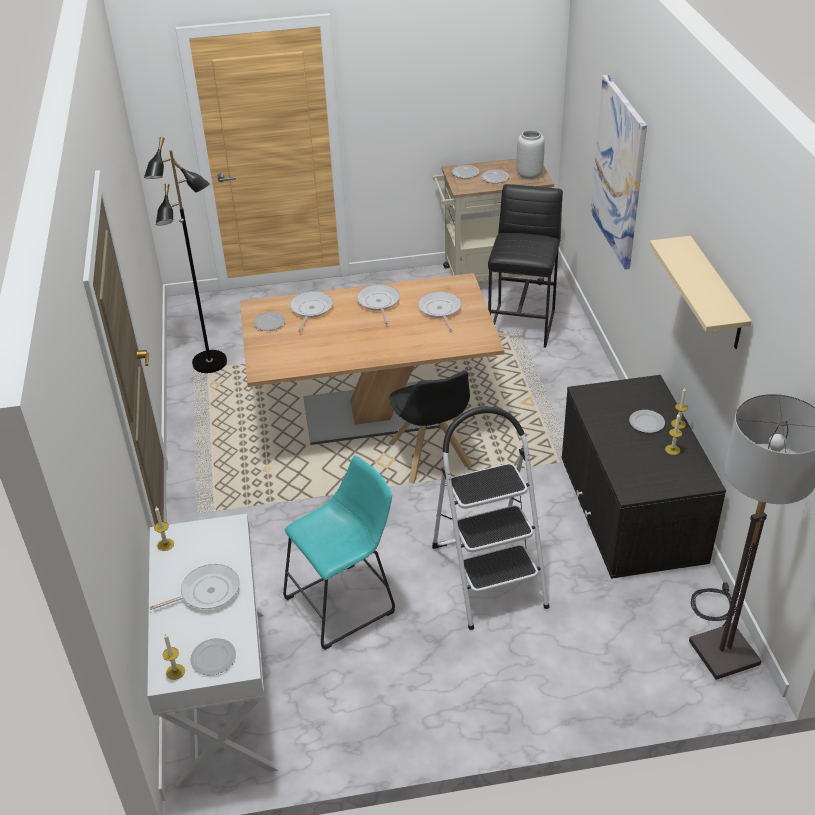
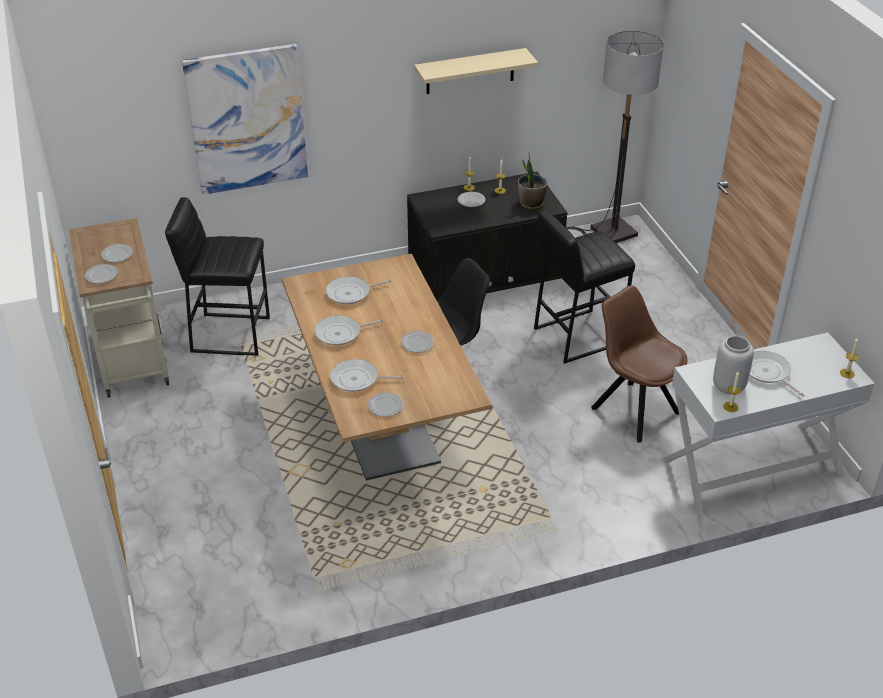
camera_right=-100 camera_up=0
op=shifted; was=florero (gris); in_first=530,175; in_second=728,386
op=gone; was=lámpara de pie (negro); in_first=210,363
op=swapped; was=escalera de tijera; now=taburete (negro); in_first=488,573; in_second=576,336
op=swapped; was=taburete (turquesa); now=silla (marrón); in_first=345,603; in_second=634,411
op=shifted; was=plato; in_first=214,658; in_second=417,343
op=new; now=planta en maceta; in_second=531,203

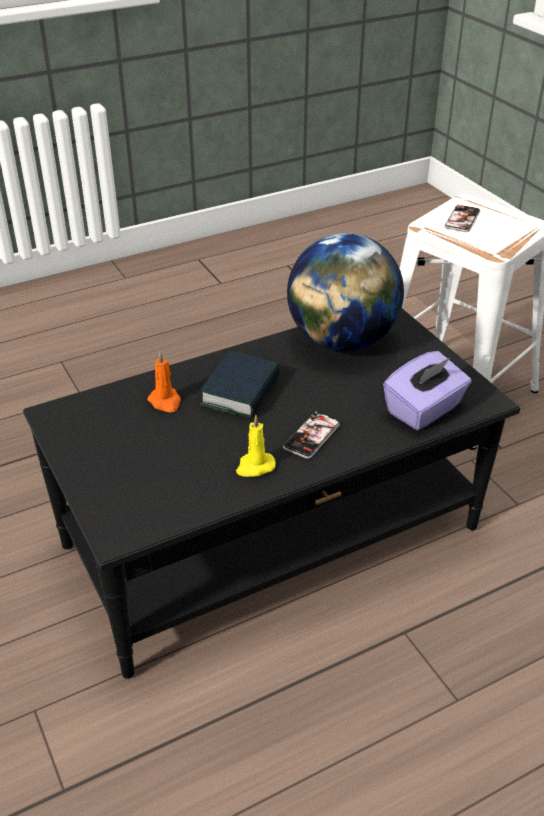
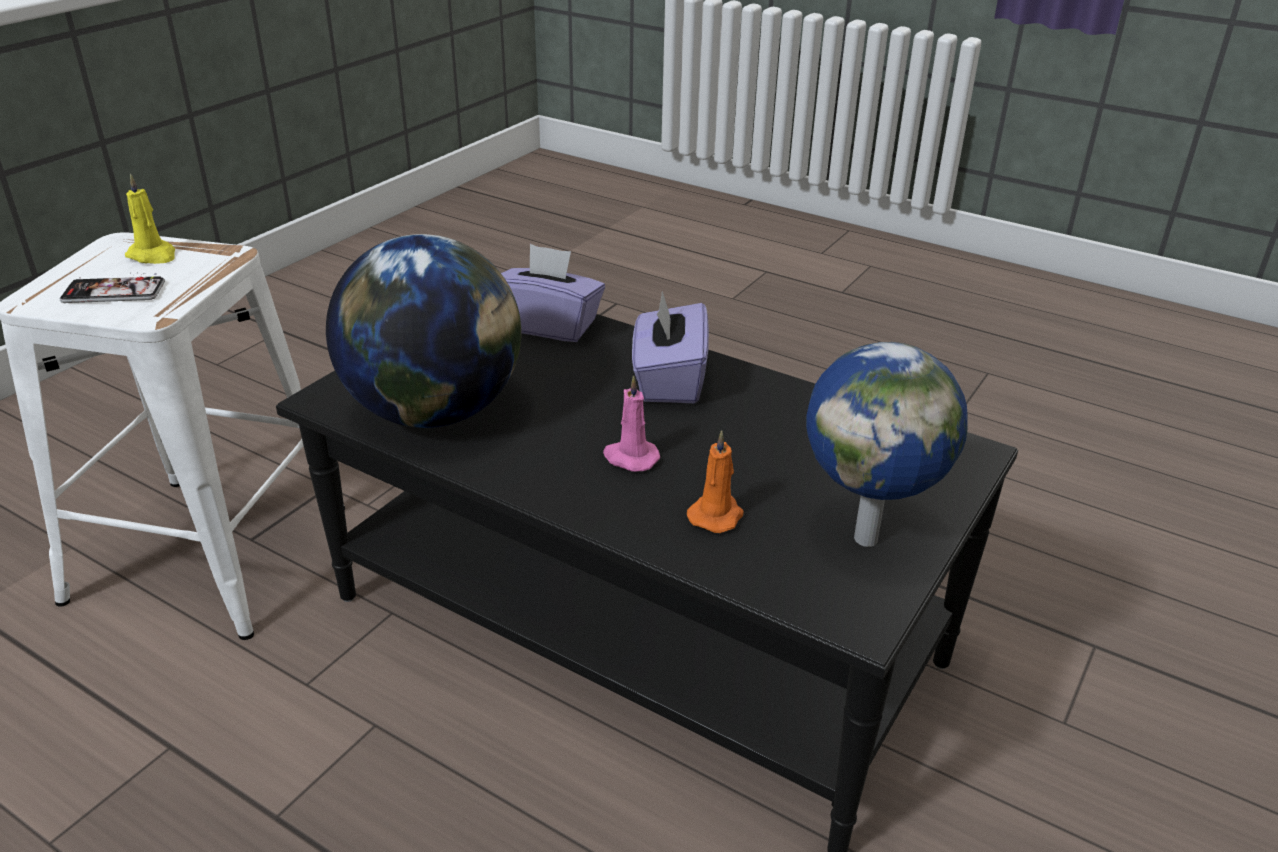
camera_right=-120 camera_up=-5
op=swapped; was=libro; now=vela (rosa); in_first=241,391; in_second=630,458
op=swapped; was=móvil; now=caja de pañuelos (morado); in_first=311,436; in_second=668,380
op=shifted; was=vela (amarillo); in_first=255,466; in_second=153,256
op=new; now=globo terráqueo; in_second=867,537

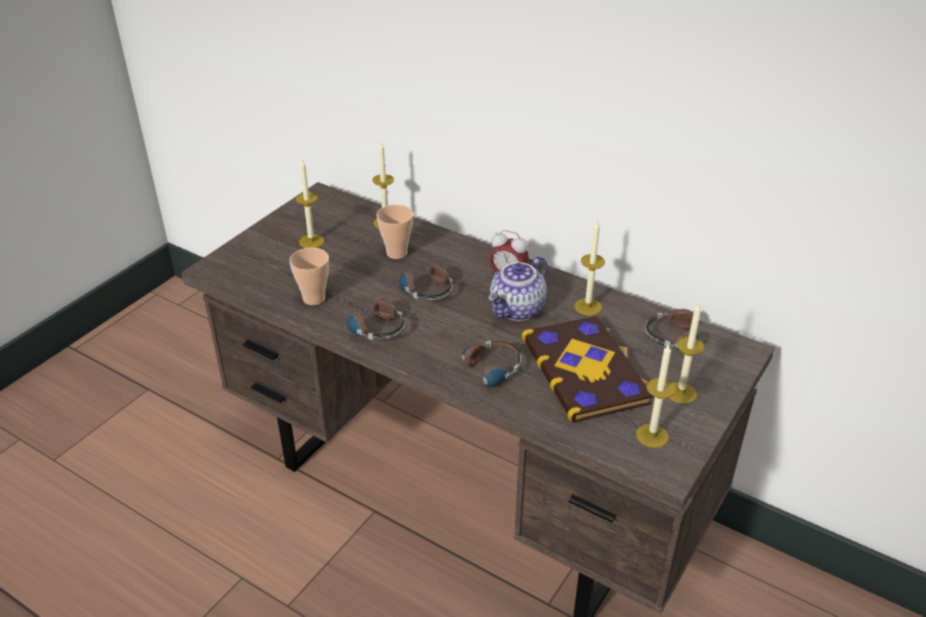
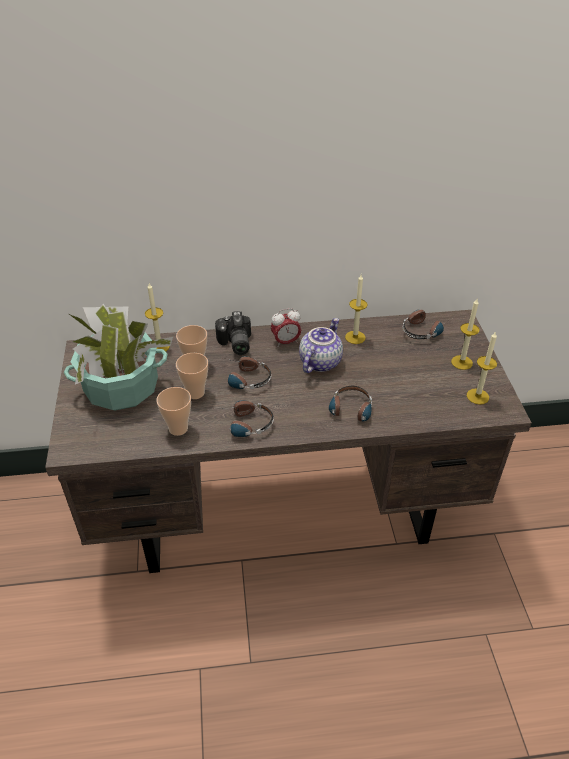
camera_right=-40 camera_up=5
op=swapped; was=vela; now=planta en maceta; in_first=311,241; in_second=122,388
op=rotated; was=tetera; in_first=518,310; in_second=319,362; clockwise=-150
op=gone; was=libro; in_first=586,370
op=new; now=cámara; in_second=234,344
op=new; now=taza; in_second=195,393

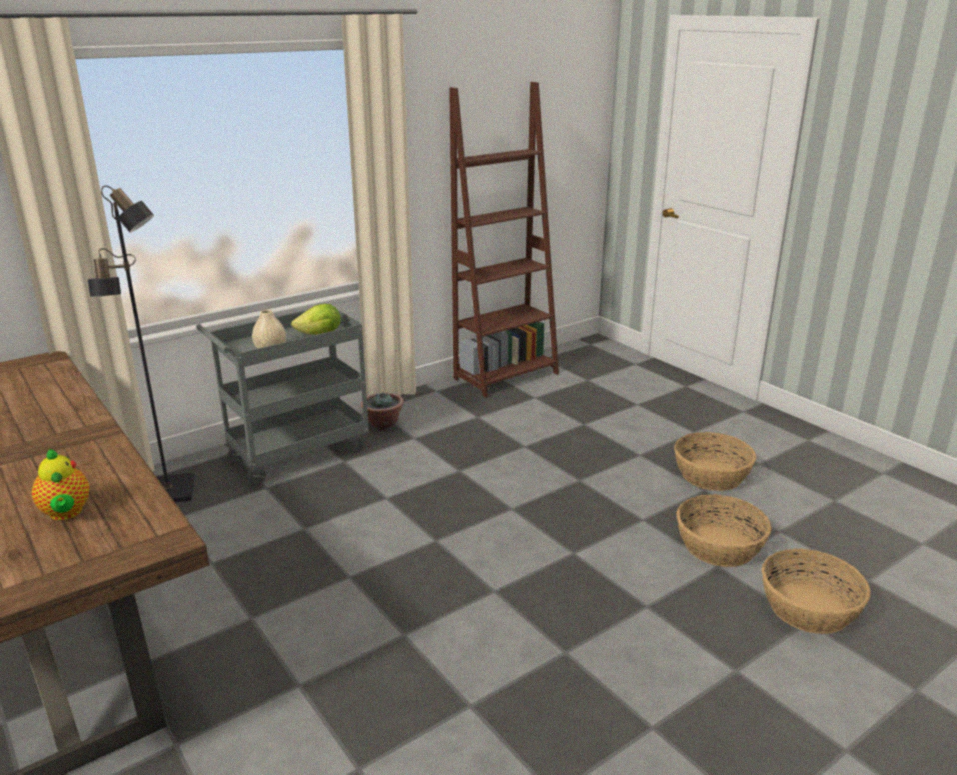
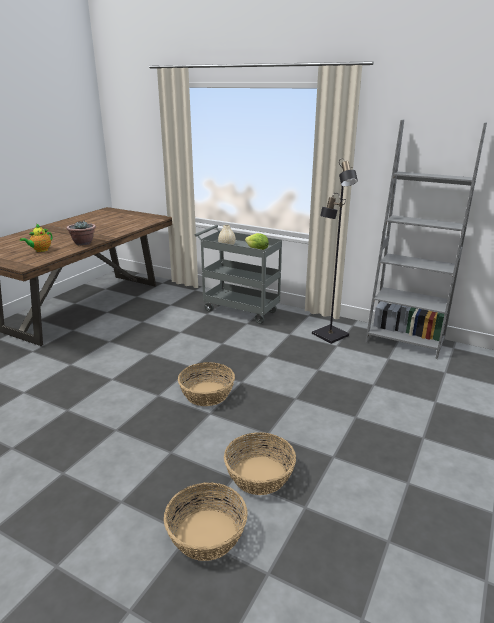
camera_right=65 camera_up=0
op=repainted; was=estantería (marrón); now=estantería (gris); in_first=506,376; in_second=404,341
op=shifted; was=lámpara de pie (negro); in_first=168,491; in_second=330,334
op=shifted; was=planta en maceta; in_first=383,425; in_second=83,243
op=shifted; was=cesta; in_first=712,475; in_second=207,394

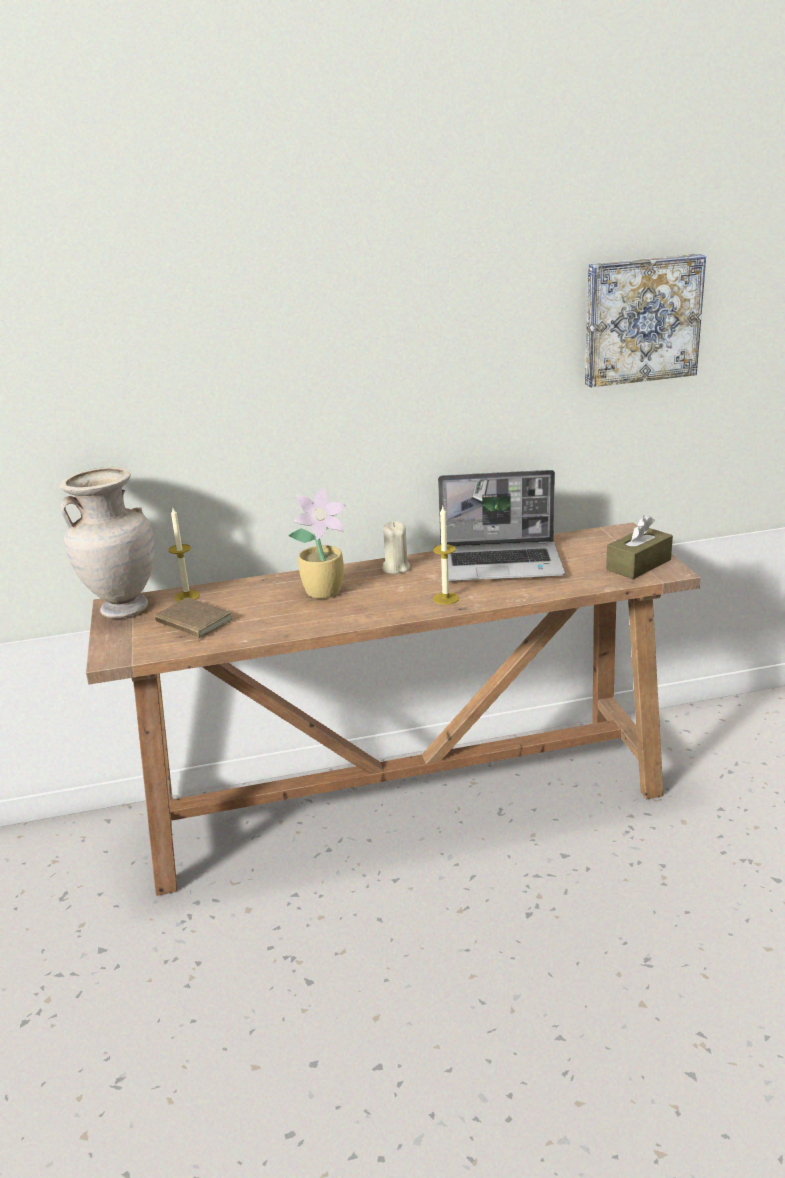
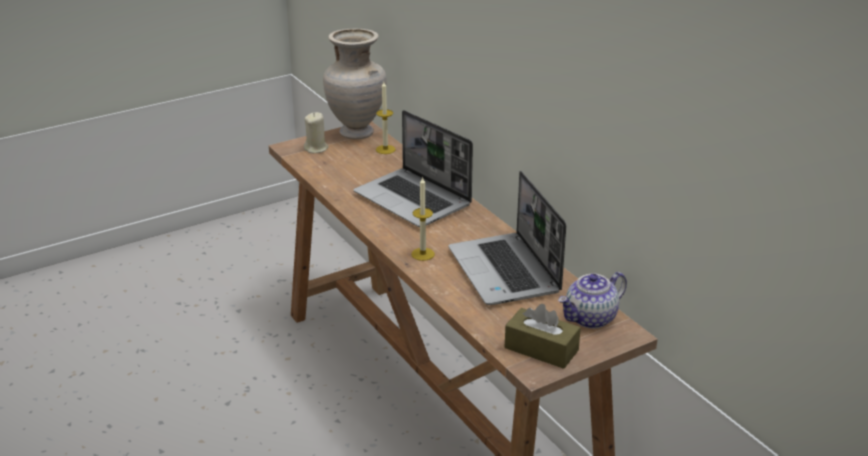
camera_right=70 camera_up=5
op=gone; was=cuadro; in_first=641,319
op=swapped; was=planta en maceta; now=portátil; in_first=325,592; in_second=414,200
op=shifted; was=vela (beis); in_first=395,568; in_second=316,148
op=gone; was=libro (marrón); in_first=191,623
op=new; now=tetera; in_second=590,318

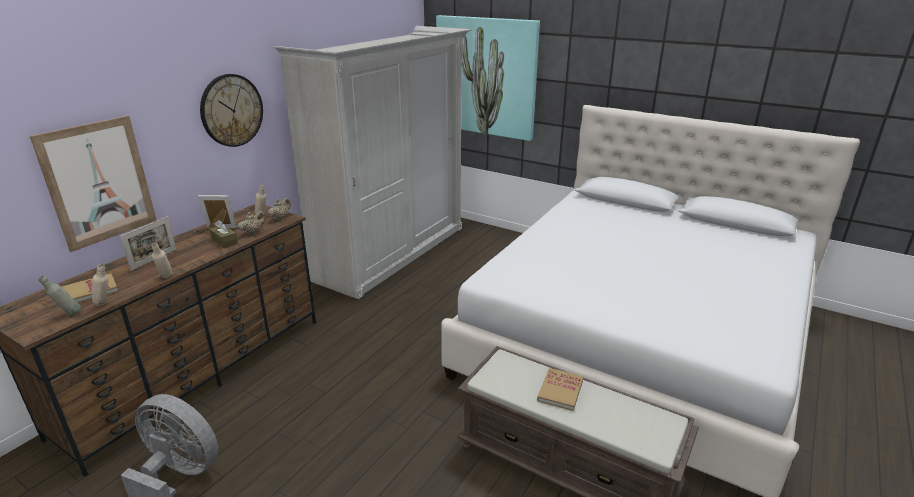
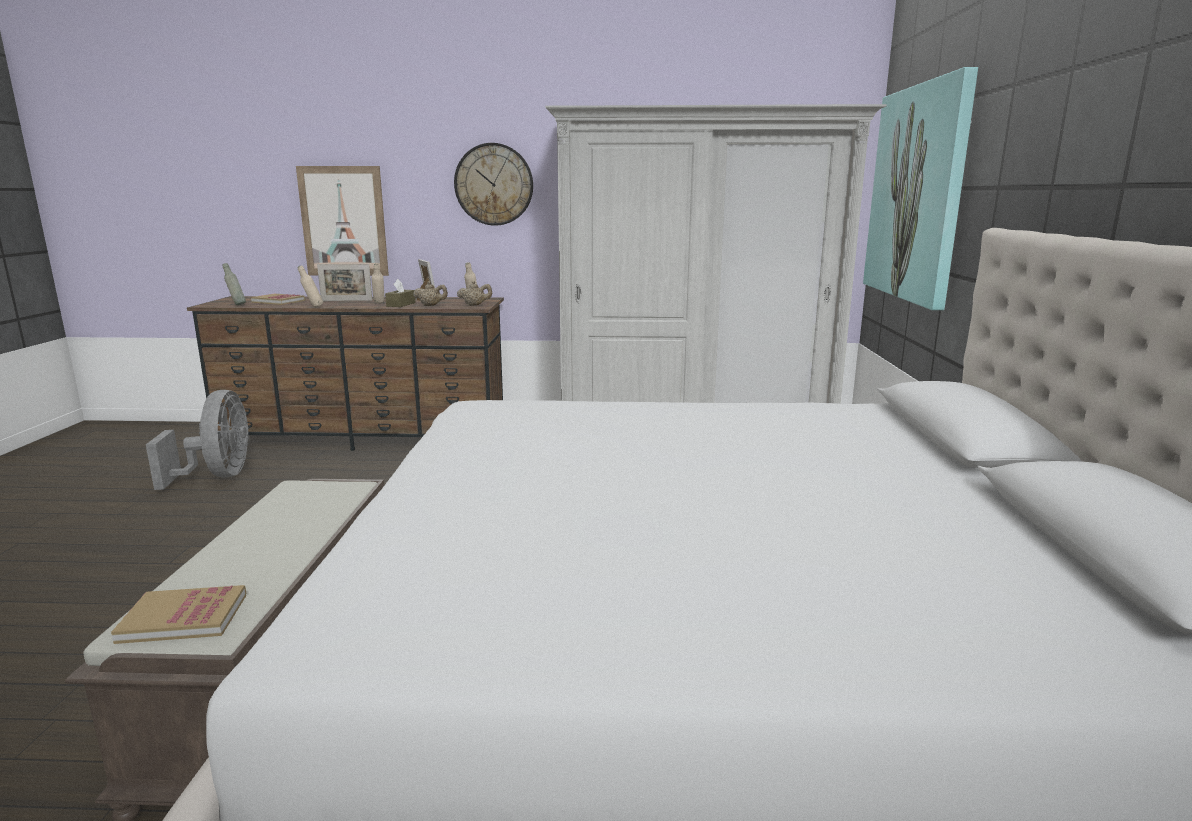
camera_right=60 camera_up=-10
op=shifted; was=botella (beis); in_first=105,304; in_second=379,303
op=shifted; was=libro; in_first=560,390; in_second=184,618

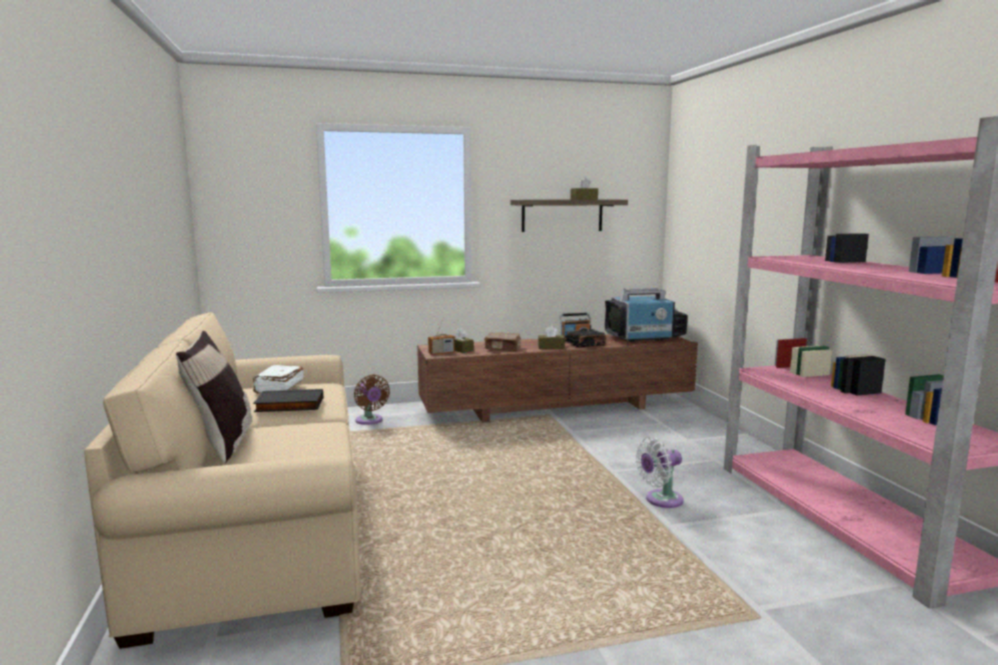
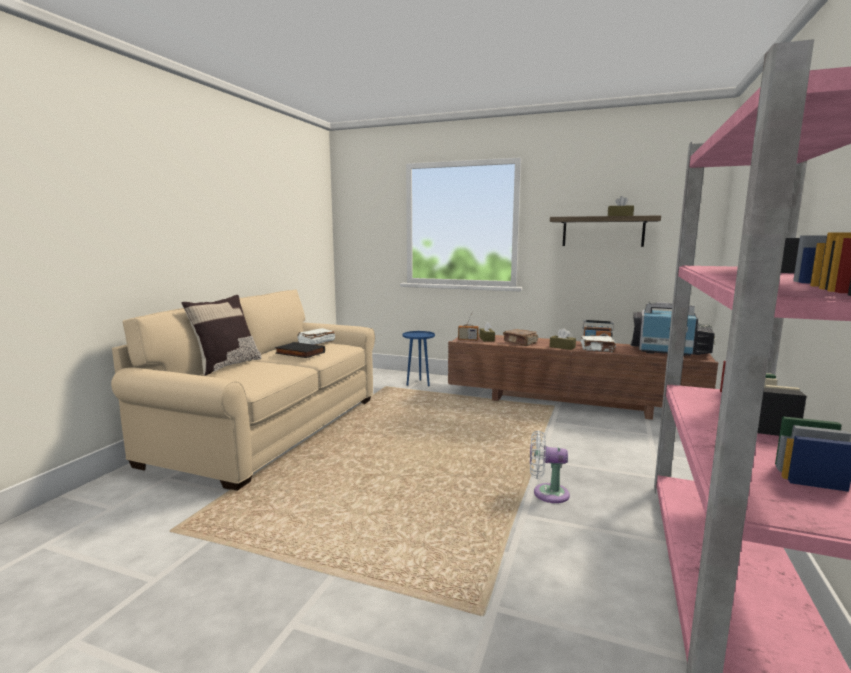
camera_right=35 camera_up=0
op=repainted; was=libro (negro); now=libro (blanco); in_first=586,345; in_second=597,350
op=swapped; was=ventilador (marrón); now=mesa auxiliar (azul); in_first=370,421; in_second=418,384

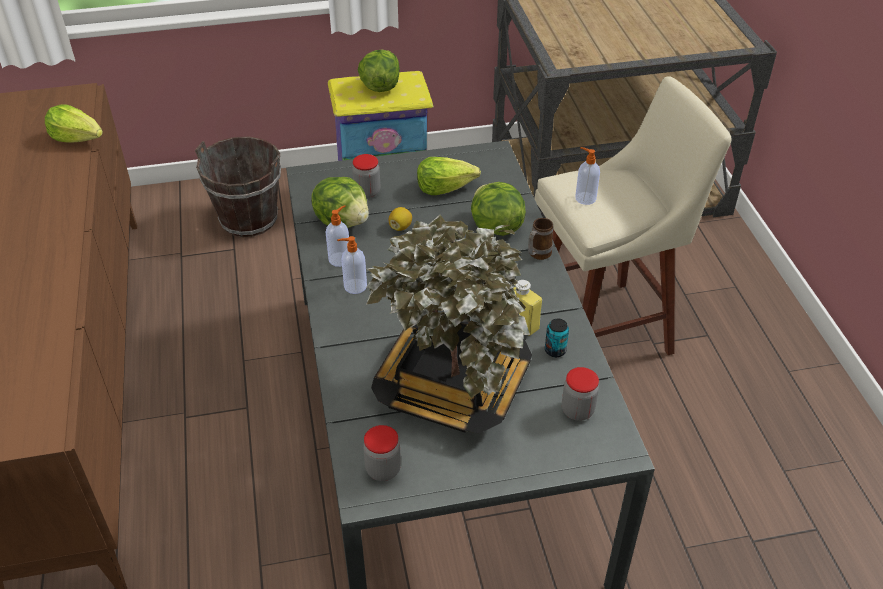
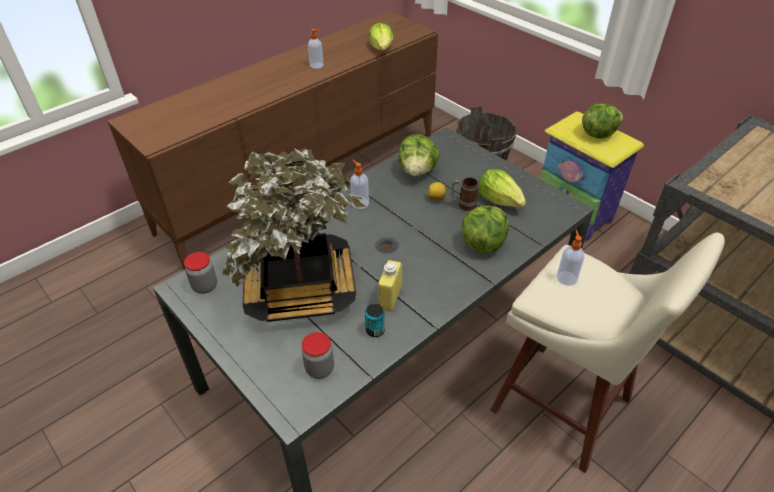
camera_right=60 camera_up=0
op=gone; was=tarro; in_first=367,192
op=shifted; was=dispensador de jabón; in_first=340,259; in_second=317,65
op=shifted; was=taza grande; in_first=537,255; in_second=463,205

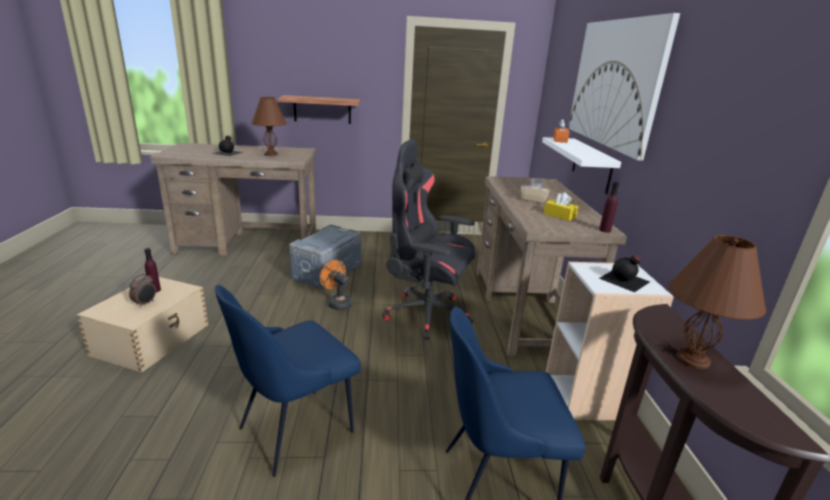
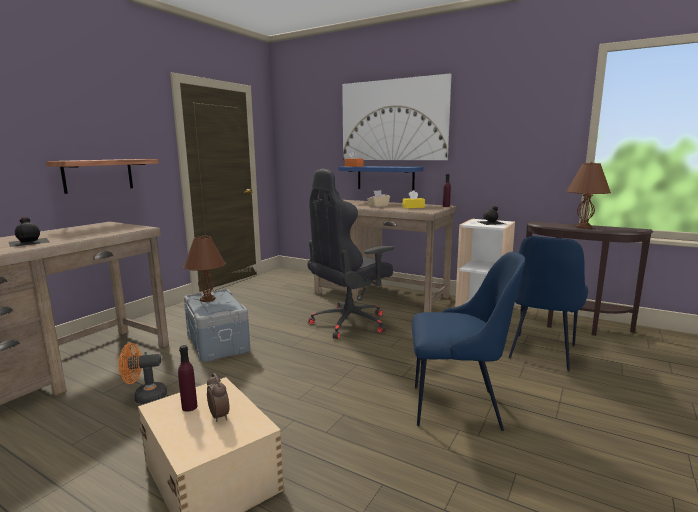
camera_right=-55 camera_up=-10
op=shifted; was=lámpara de mesa (marrón); in_first=271,154; in_second=208,299
op=repainted; was=estante (blanco); now=estante (azul); in_first=592,165; in_second=385,178
op=shifted; was=ventilador (naranja); in_first=337,303; in_second=145,397
op=rotated; was=silla (azul); in_first=296,431; in_second=456,407; clockwise=-75

